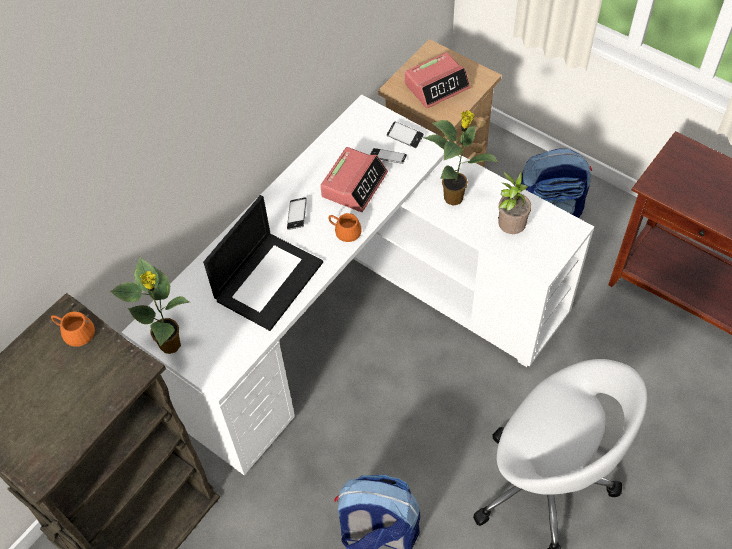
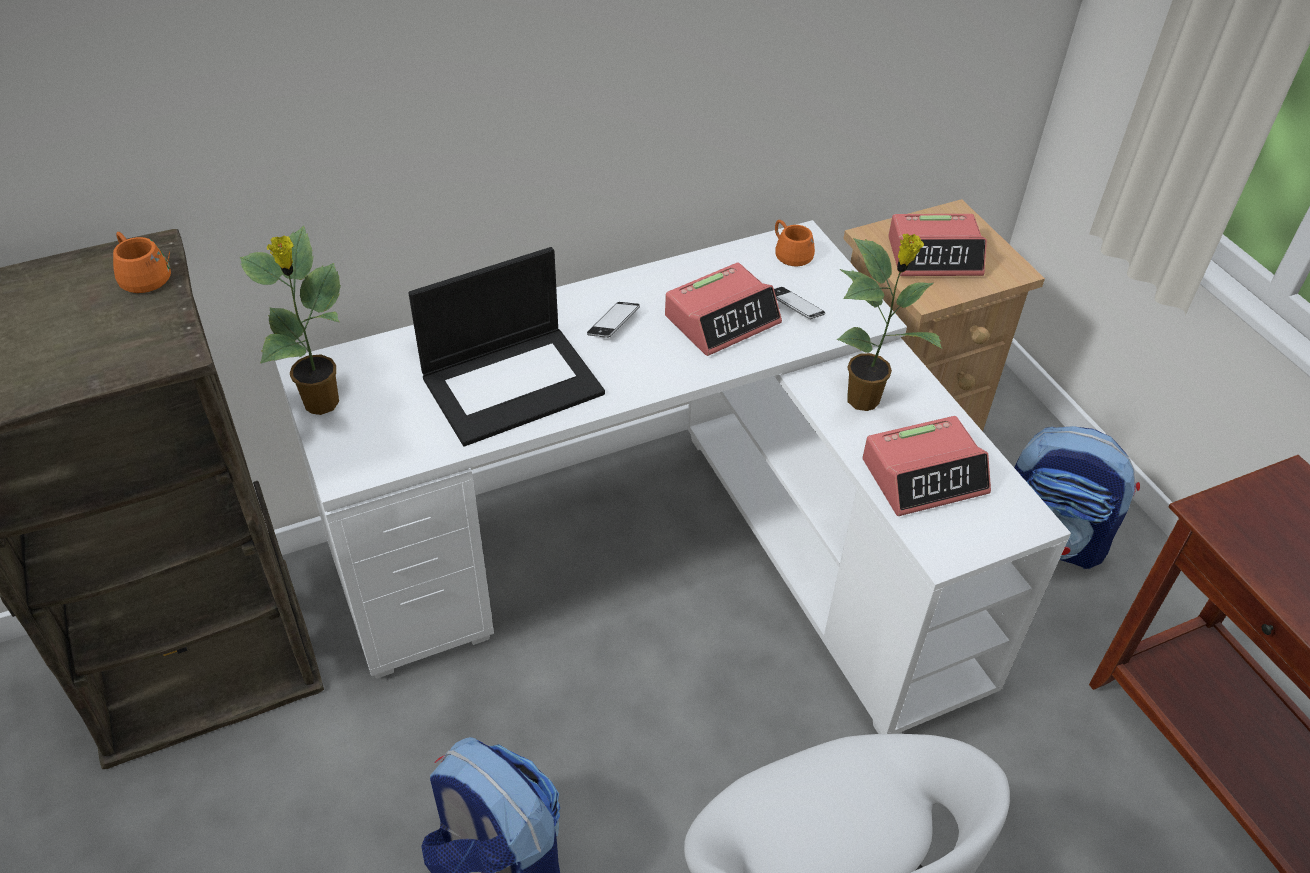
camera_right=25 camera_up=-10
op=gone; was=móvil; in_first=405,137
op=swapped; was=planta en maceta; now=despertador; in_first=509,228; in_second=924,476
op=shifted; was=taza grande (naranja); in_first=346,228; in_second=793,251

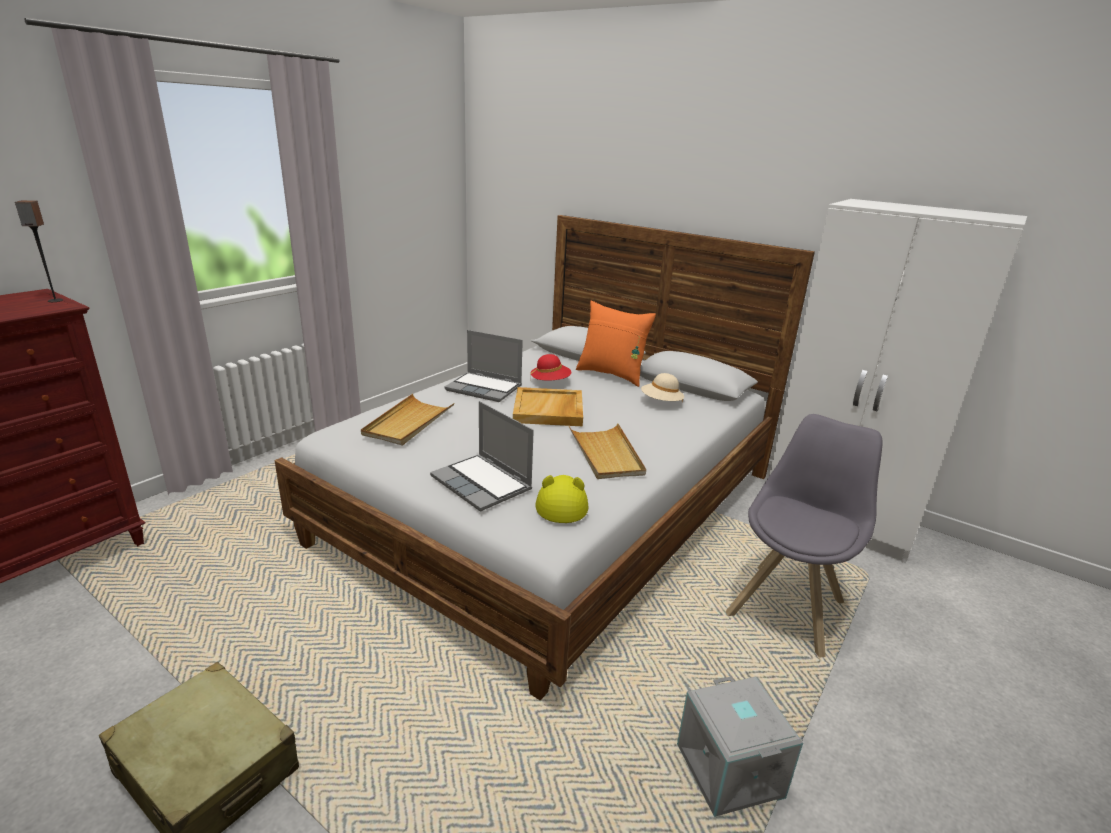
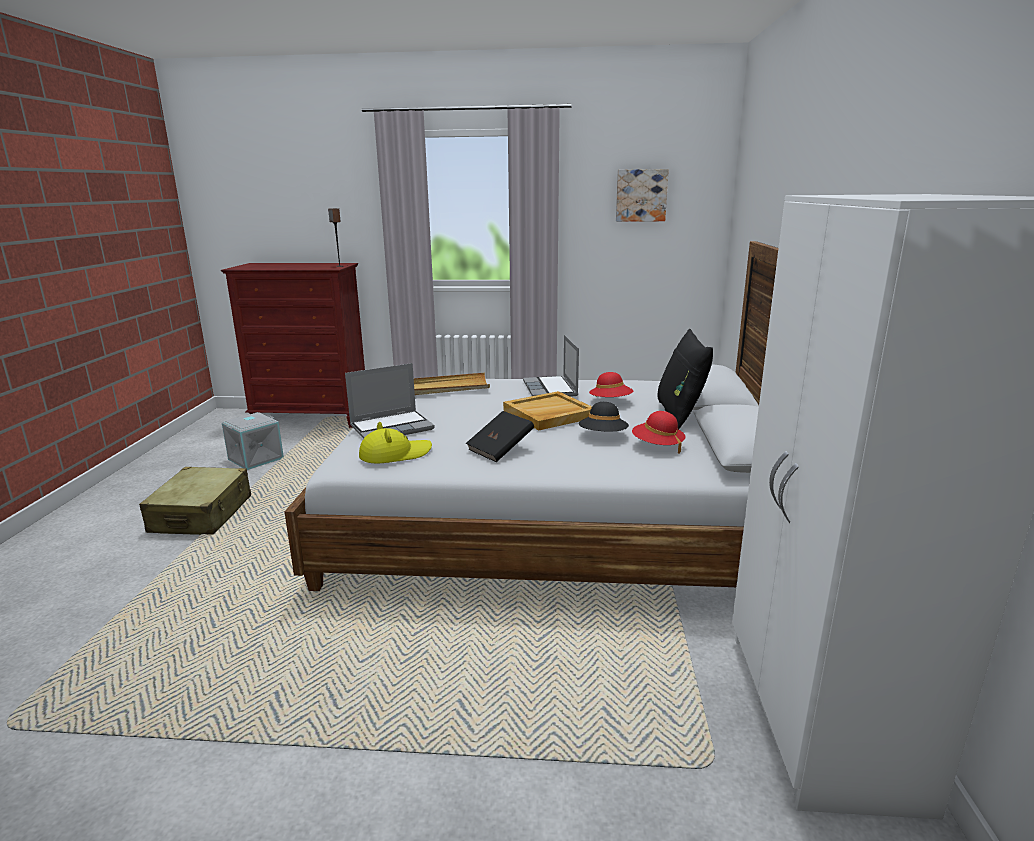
camera_right=60 camera_up=-5
op=repainted; was=cojín (naranja); now=cojín (negro); in_first=611,375; in_second=680,415
op=repainted; was=sombrero (beis); now=sombrero (rojo); in_first=661,402; in_second=657,446
op=rotated; was=portátil; in_first=483,484; in_second=392,427; clockwise=-135
op=gone; was=silla (gris); in_first=787,608
op=swapped; was=bandeja (beis); now=libro (negro); in_first=606,454; in_second=500,450
op=shifted; was=caja de almacenaje (gris); in_first=727,770; in_second=255,458
op=new; now=cuadro; in_second=641,195
op=new; now=sombrero (negro); in_second=603,436

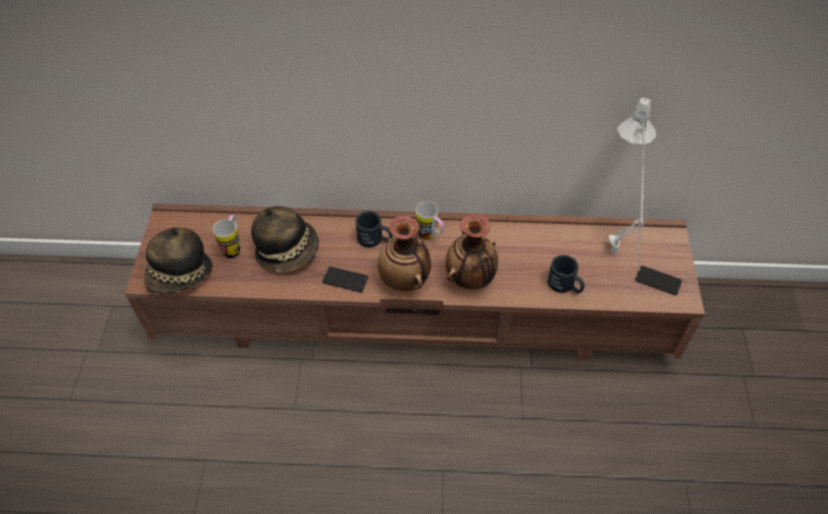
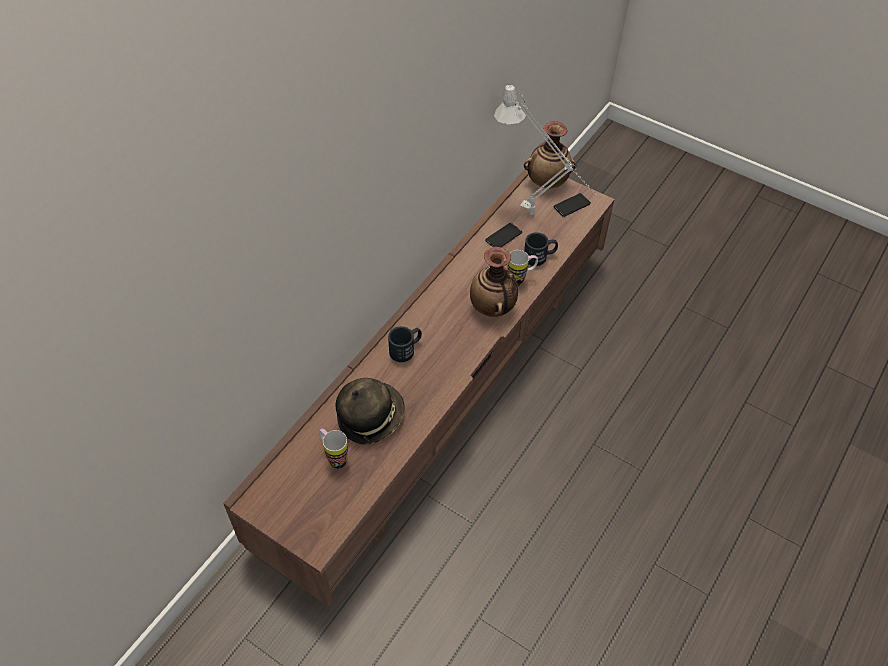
camera_right=-60 camera_up=0
op=shifted; was=taza grande; in_first=430,237; in_second=520,280
op=shifted; was=florero; in_first=405,280; in_second=547,182
op=gone; was=sombrero; in_first=180,275
op=shifted; was=móvil; in_first=345,280; in_second=503,236

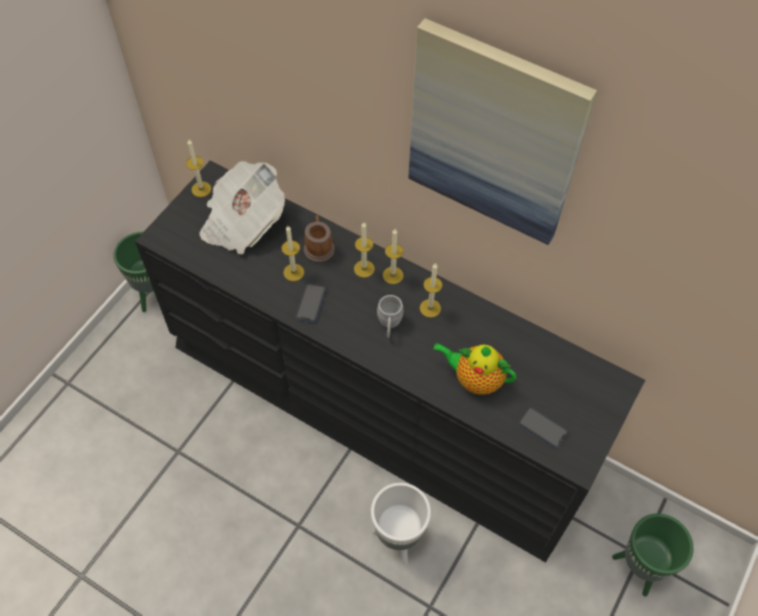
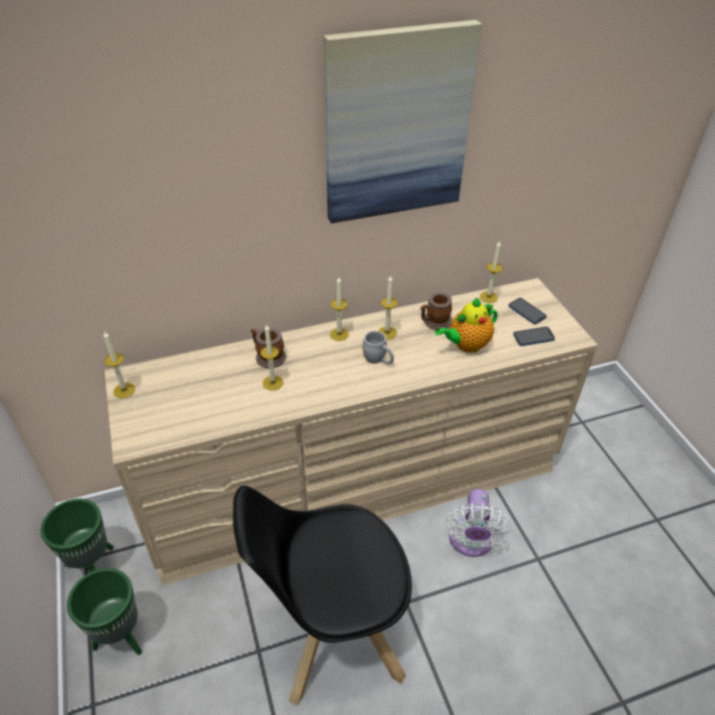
camera_right=-50 camera_up=-15
op=repainted; was=cómoda (negro); now=cómoda (beis); in_first=377,405; in_second=355,482
op=gone; was=periódico; in_first=242,222
op=shifted; was=vela; in_first=364,269; in_second=488,297
op=shifted; was=móvil; in_first=311,303; in_second=527,312
op=swapped; was=maceta (blanco); now=ventilador (blanco); in_first=398,538; in_second=470,542
op=shifted; was=maceta (verde); in_first=639,568; in_second=122,637
op=new; now=taza grande; in_second=434,322
op=new; now=silla (negro); in_second=332,632

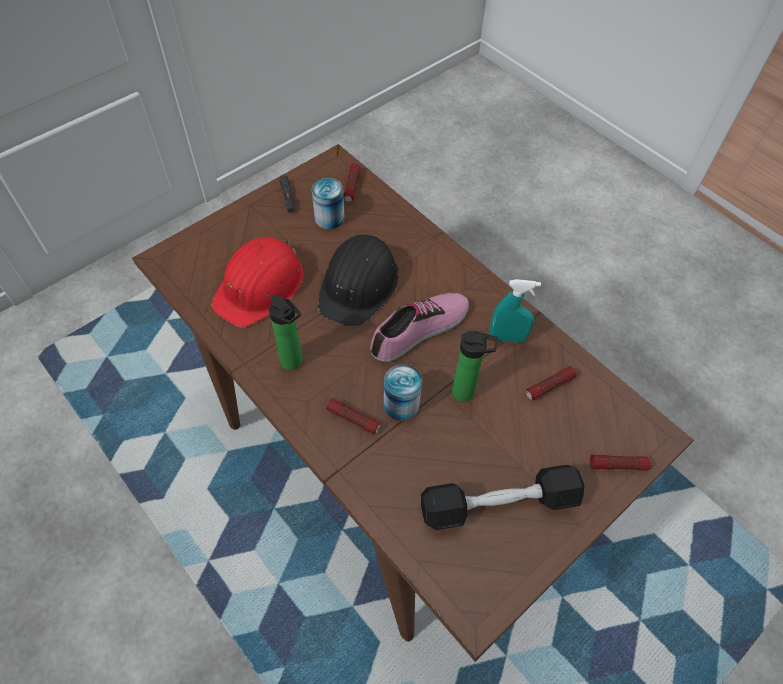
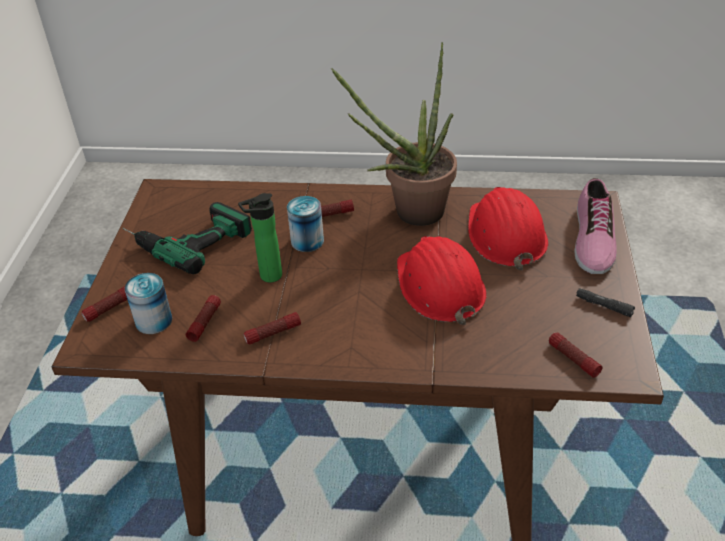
camera_right=140 camera_up=-15
op=shifted; was=lata; in_first=329,218; in_second=153,321
op=repainted; was=casco (negro); now=casco (rojo); in_first=359,284; in_second=439,286
op=swapped; was=pulverizador (turquesa); now=linterna; in_first=507,338; in_second=273,333
op=shifted; was=zapato; in_first=420,330; in_second=591,239
op=swapped; was=botella; now=planta en maceta; in_first=294,363; in_second=409,214
op=swapped; was=mancuerna (negro); now=taladro; in_first=499,503; in_second=185,237

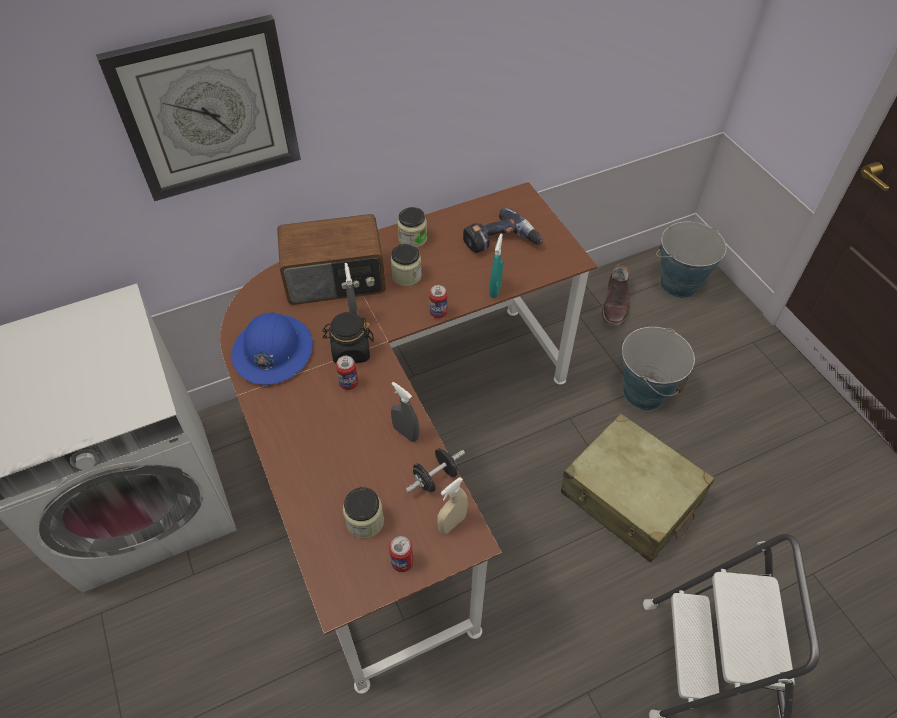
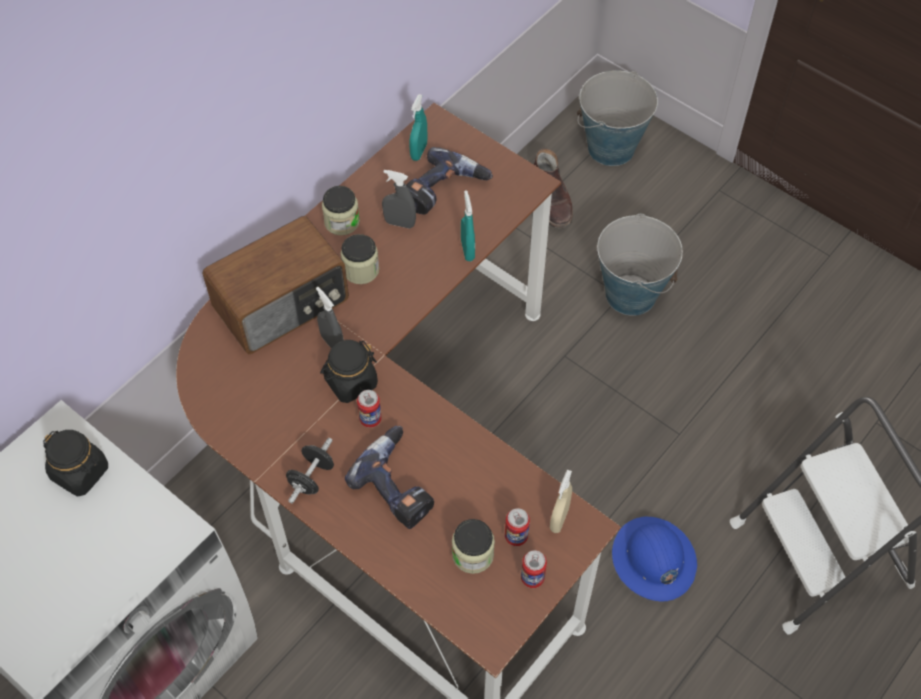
camera_right=-25 camera_up=5
op=gone; was=reloj de pared; in_first=208,110
op=shifted; was=lata; in_first=438,313; in_second=516,536
op=shifted; was=casco (azul); in_first=272,351; in_second=653,560
op=shifted; was=pulverizador (gris); in_first=406,433; in_second=399,223
op=gone; was=maleta (beis); in_first=631,497
op=shifted; was=mancuerna (negro); in_first=435,478; in_second=311,478
op=new; now=pulverizador (turquesa); in_second=419,151
op=new; now=taladro; in_second=399,483
op=new; now=tarro (negro); in_second=80,472

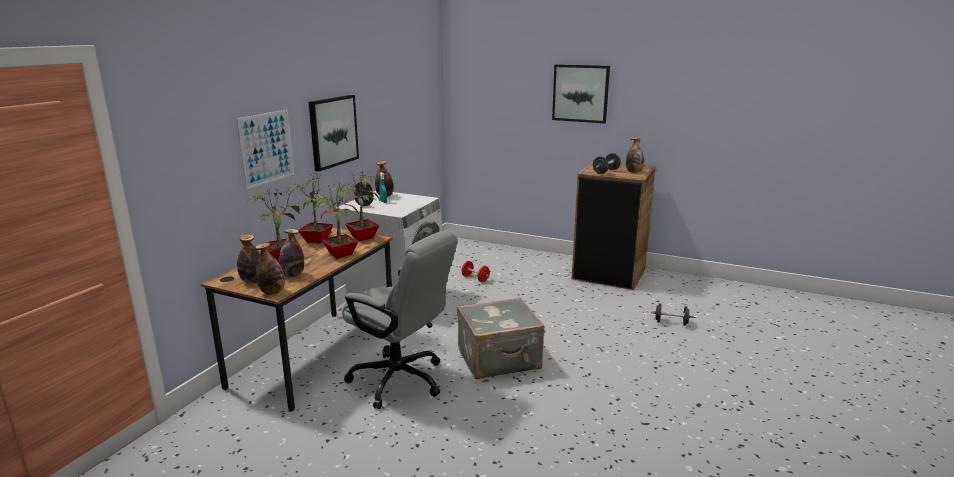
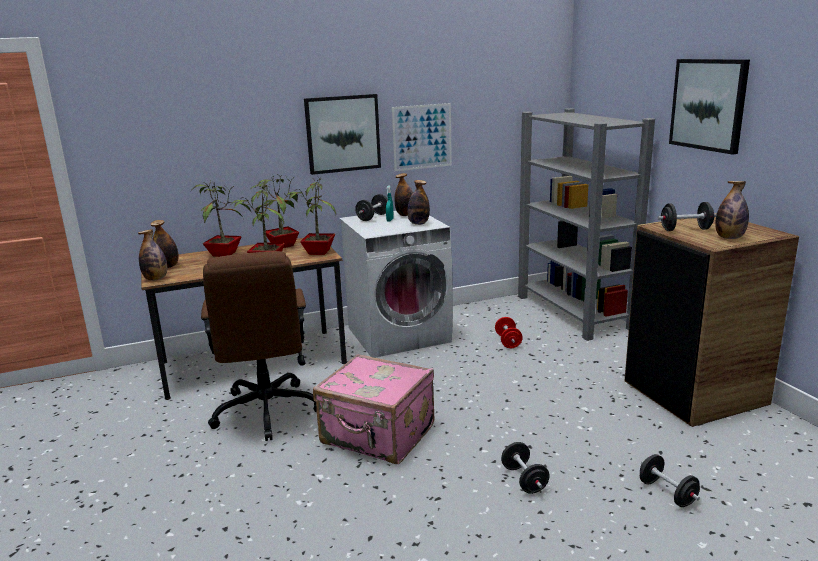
camera_right=45 camera_up=0
op=shifted; was=cuadro; in_first=266,148; in_second=422,137
op=shifted; was=botella; in_first=292,275; in_second=418,223
op=repainted; was=silla de oficina (gris); now=silla de oficina (marrón); in_first=401,382; in_second=267,414
op=repainted; was=maleta (gris); now=maleta (rosa); in_first=499,360; in_second=377,436
op=new; now=estantería (gris); in_second=573,312
op=new; now=mancuerna (negro); in_second=524,480

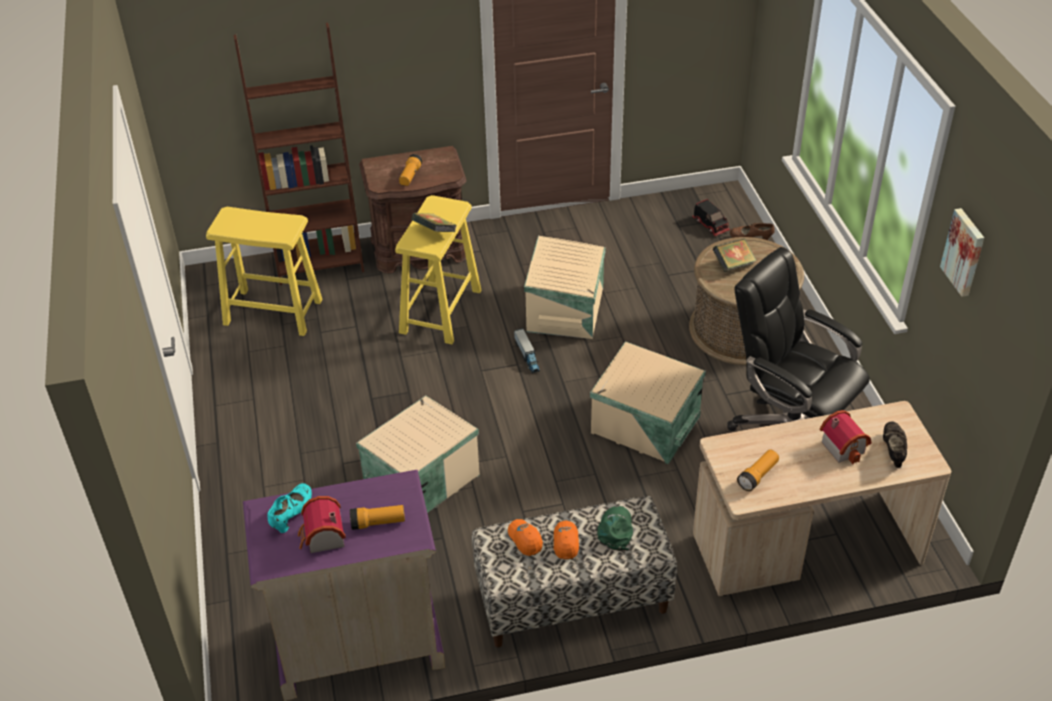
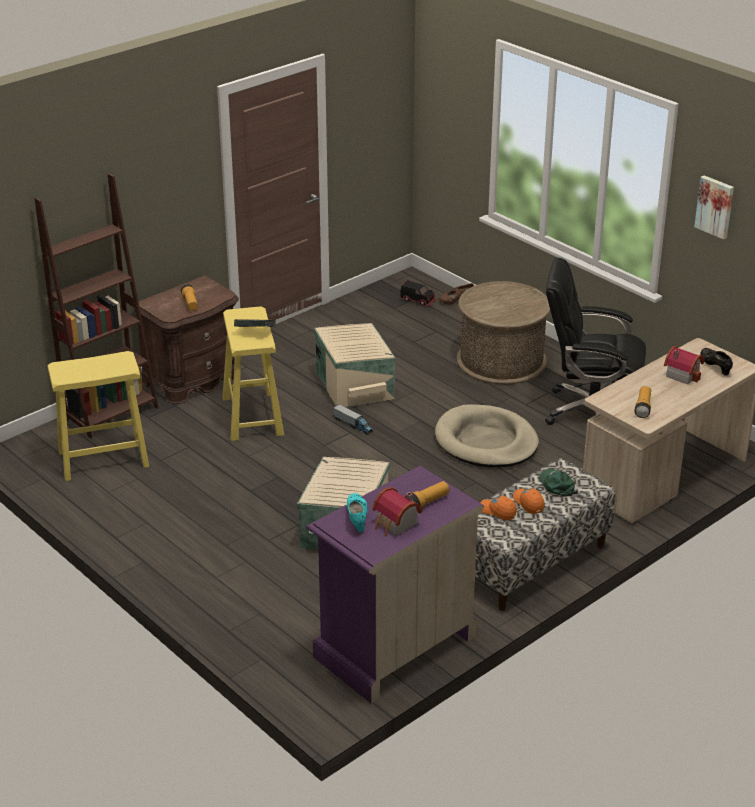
camera_right=-30 camera_up=-10
op=gone; was=libro; in_first=733,265
op=swapped; was=caja de almacenaje (beis); now=cama para perro (beis); in_first=645,426; in_second=486,441

